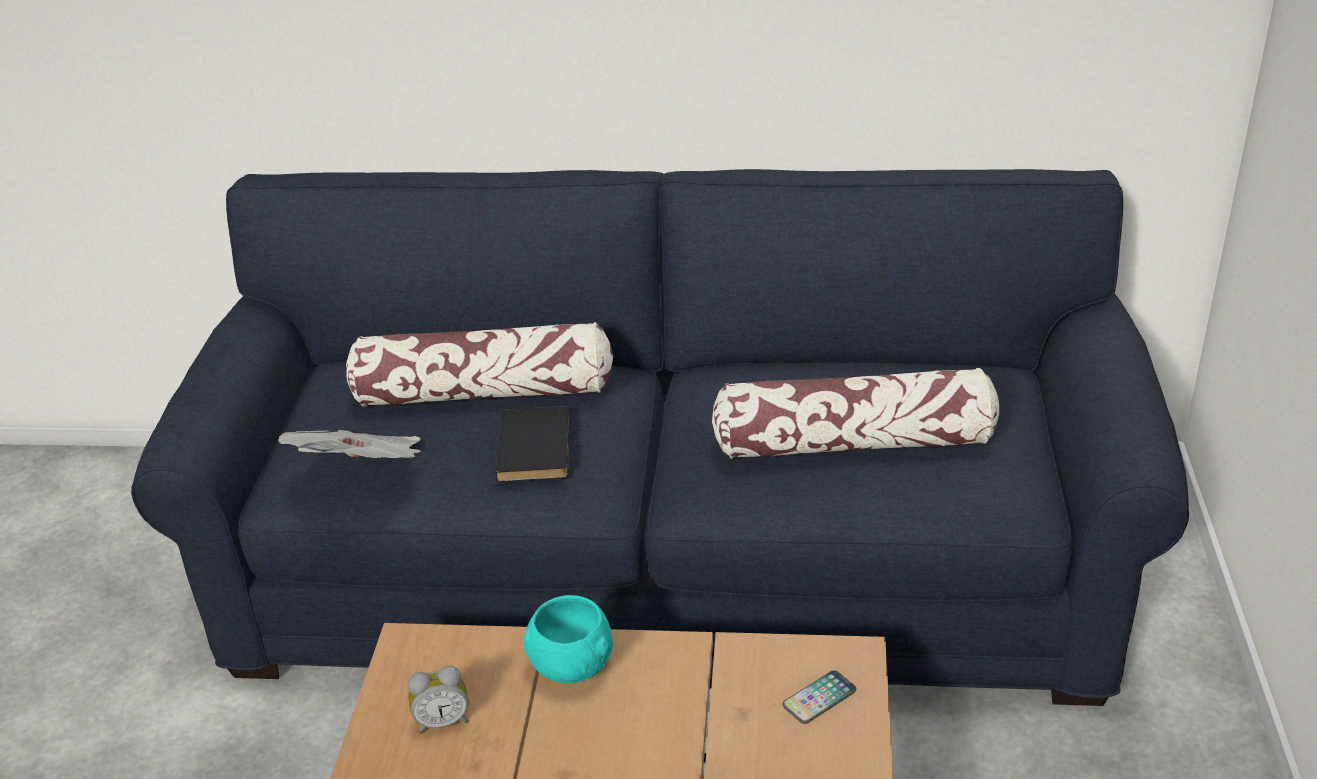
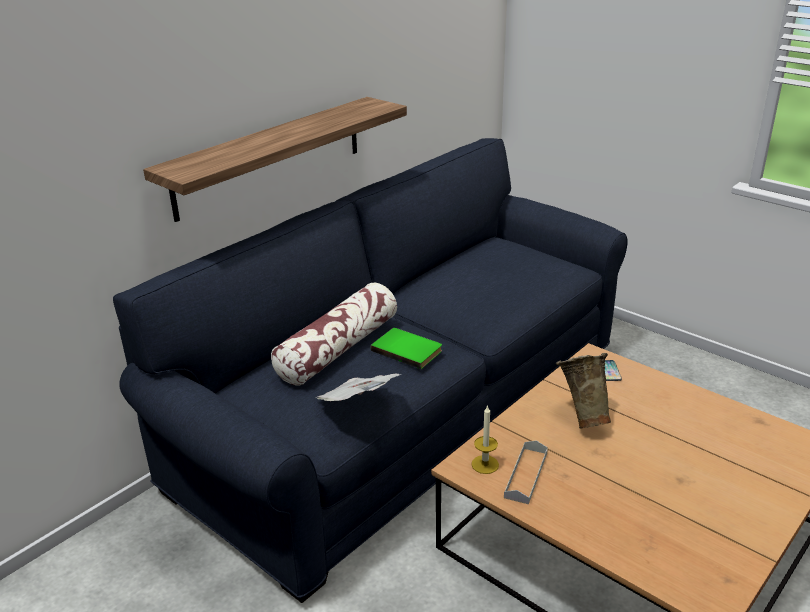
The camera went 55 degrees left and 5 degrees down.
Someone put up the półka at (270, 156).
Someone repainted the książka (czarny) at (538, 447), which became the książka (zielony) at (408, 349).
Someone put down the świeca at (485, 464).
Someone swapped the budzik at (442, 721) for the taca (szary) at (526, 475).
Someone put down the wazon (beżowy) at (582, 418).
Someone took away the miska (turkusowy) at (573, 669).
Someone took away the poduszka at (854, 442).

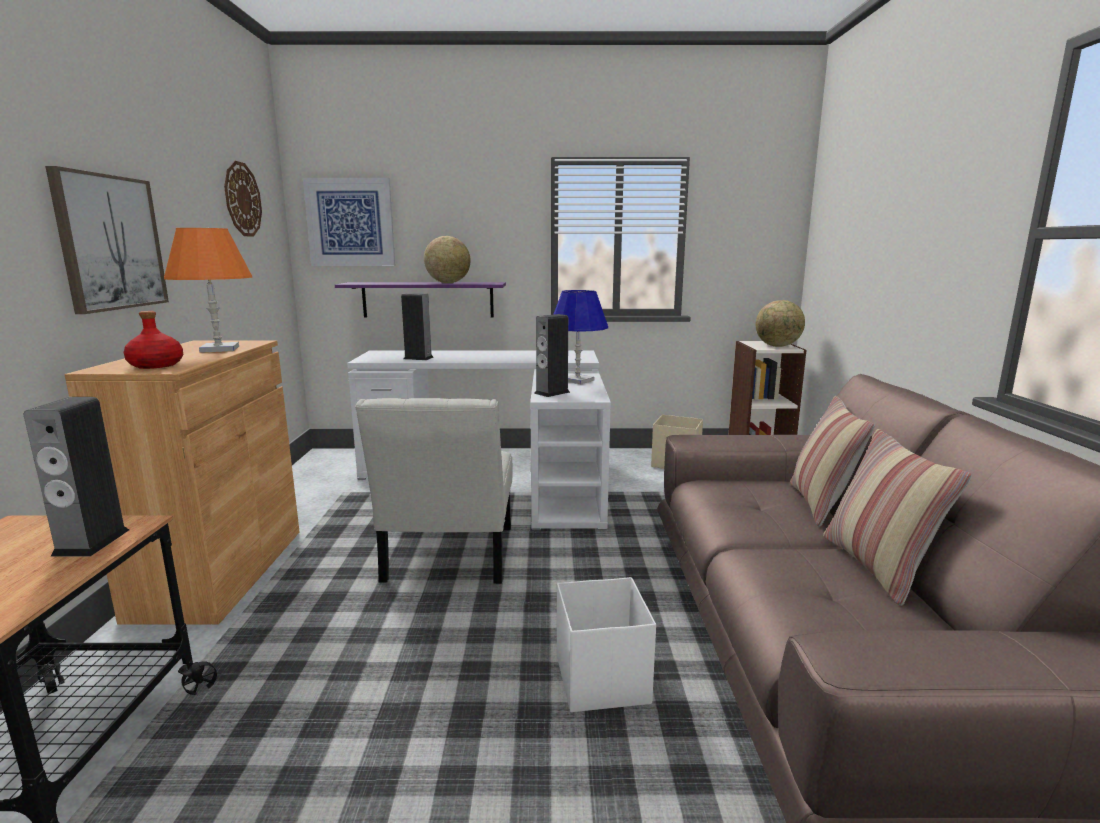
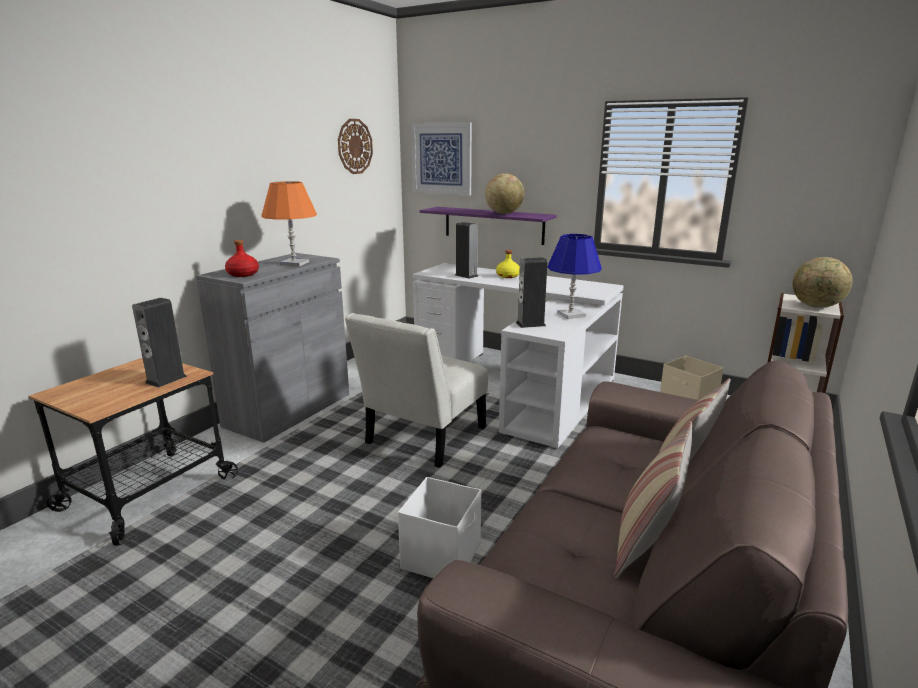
The camera went 30 degrees right and 5 degrees up.
Someone repainted the szafka (brązowy) at (221, 572), which became the szafka (szary) at (288, 410).
Someone put down the butelka (żółty) at (507, 276).
Someone took away the obraz at (110, 242).

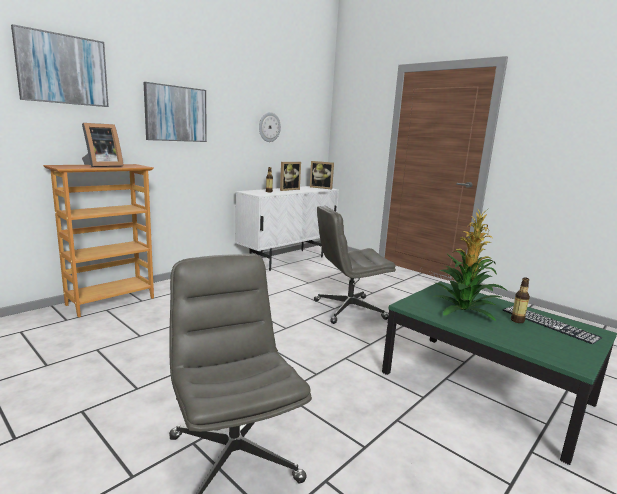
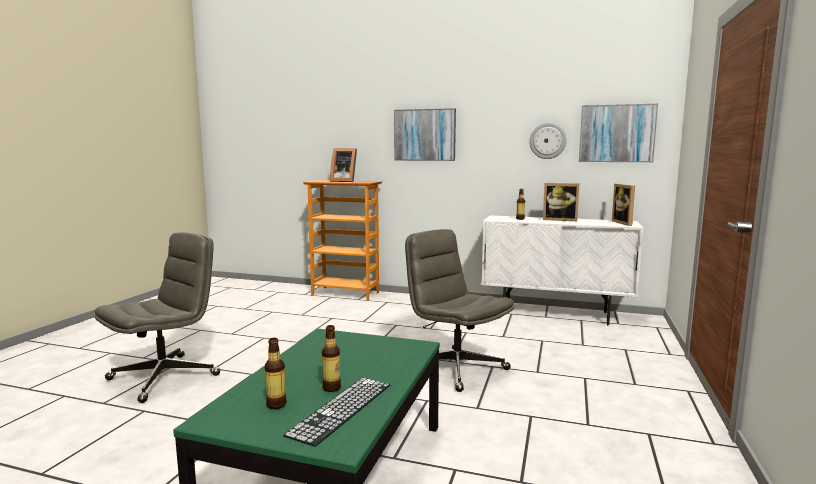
The camera went 65 degrees right and 5 degrees down.
Someone put down the butelka at (276, 404).
Someone carried the obraz from (63, 69) to (616, 133).
Someone took away the roślina doniczkowa at (464, 309).

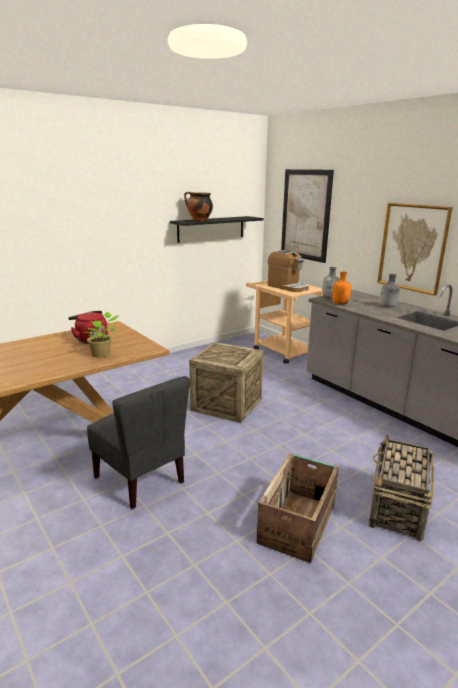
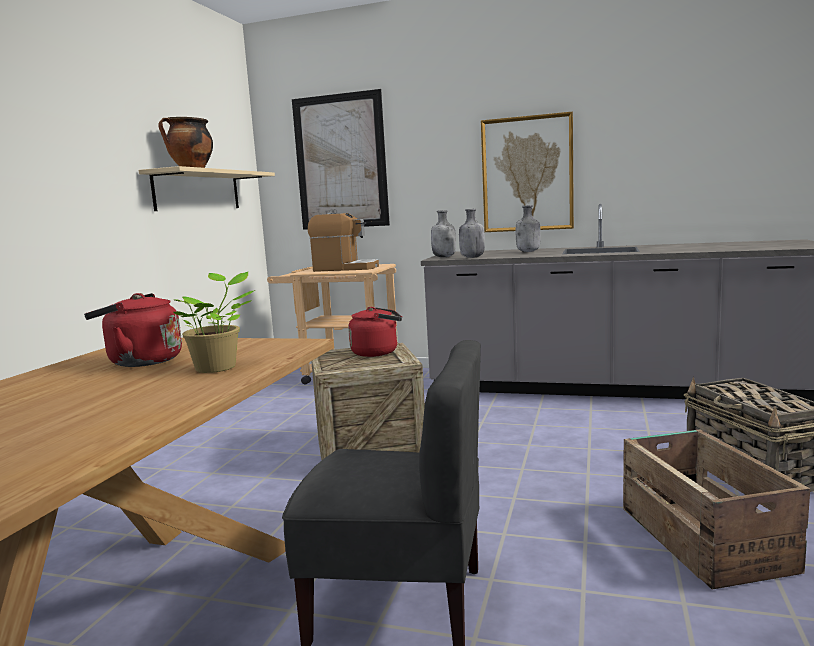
The camera went 35 degrees left and 10 degrees down.
Someone repainted the półka (czarny) at (211, 229), which became the półka (beżowy) at (198, 191).
Someone put down the czajnik (czerwony) at (377, 352).
Someone repainted the butelka (pomarańczowy) at (340, 304), which became the butelka (szary) at (472, 257).

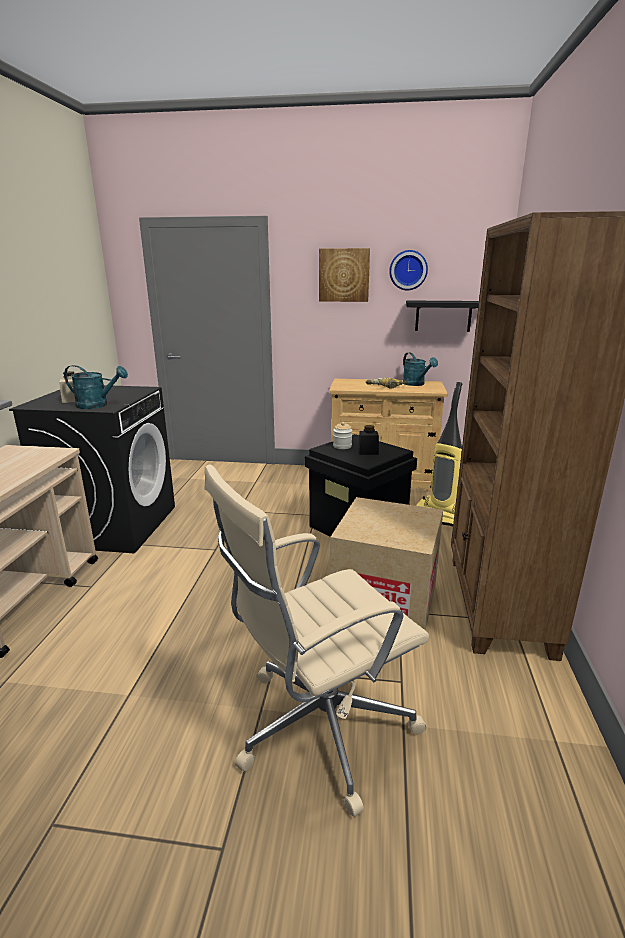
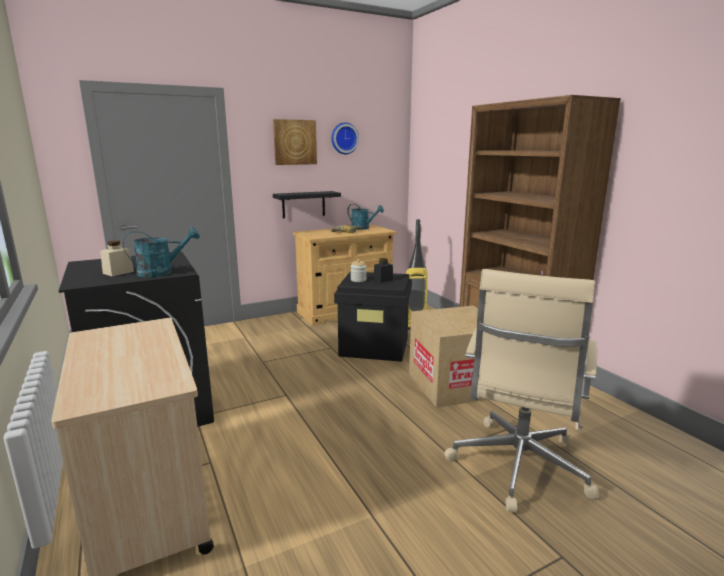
The camera went 35 degrees left and 5 degrees down.
Someone carried the półka (czarny) from (443, 316) to (303, 204).

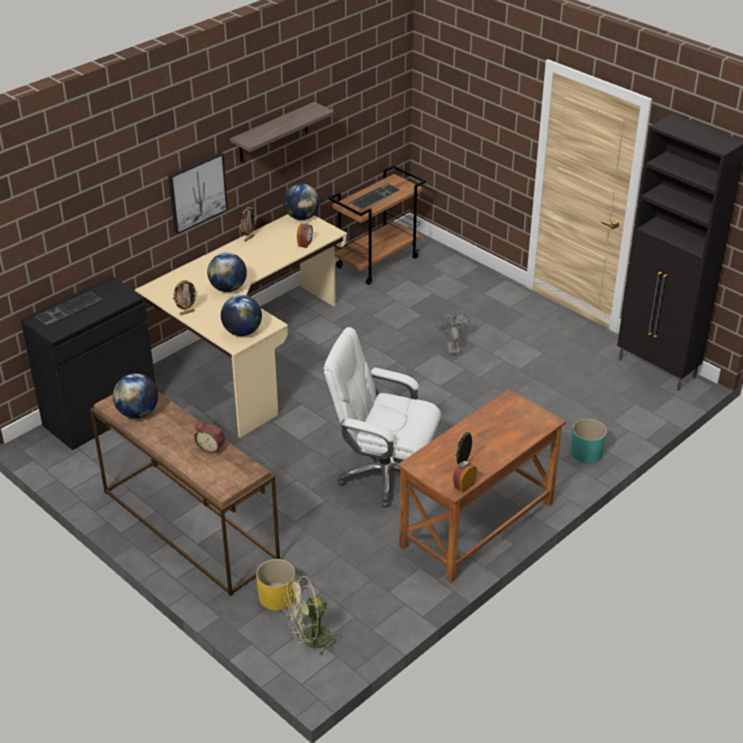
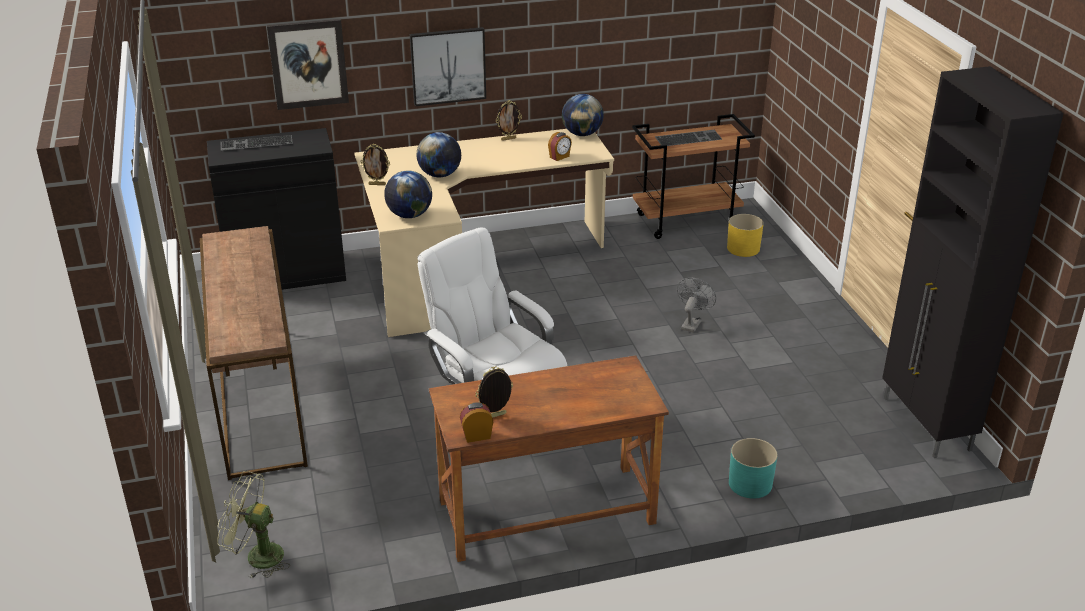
The camera went 30 degrees right and 5 degrees down.
Someone put up the obraz at (308, 64).
Someone carried the donica (żółty) from (276, 597) to (743, 249).
Someone took away the globus at (138, 413).
Someone took away the budzik at (211, 447).
Someone took away the półka at (273, 133).

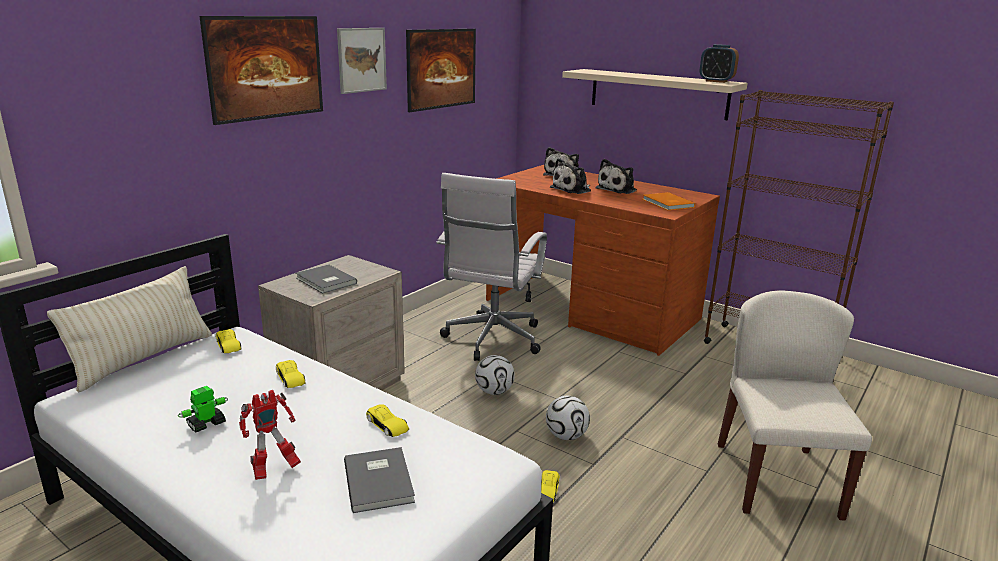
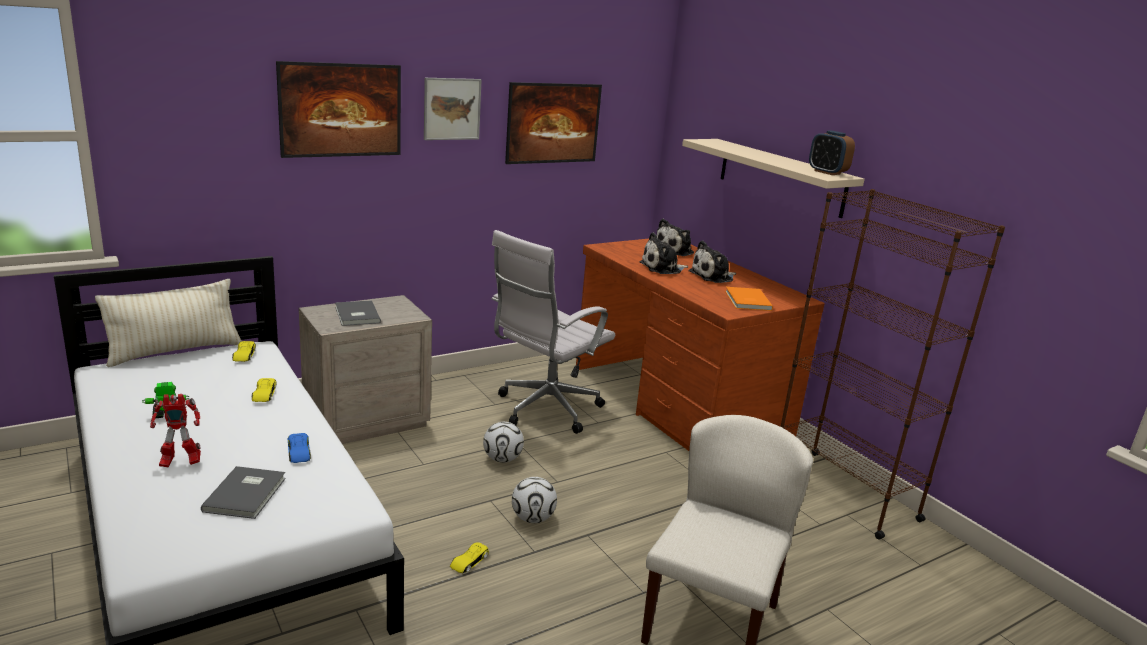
The camera went 20 degrees right and 0 degrees up.
Someone repainted the samochodzik (żółty) at (387, 425), which became the samochodzik (niebieski) at (299, 452).

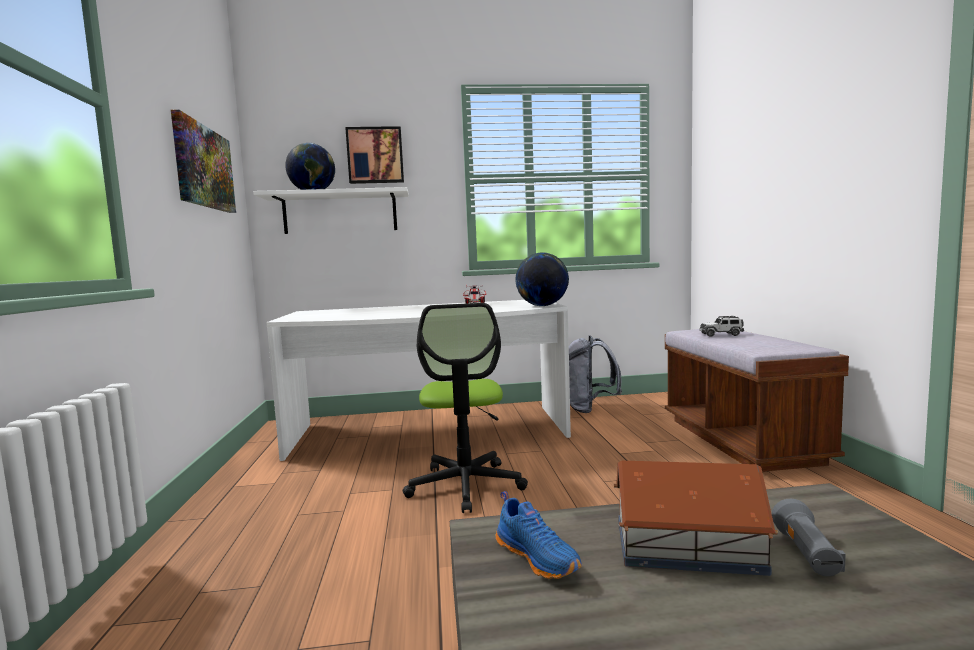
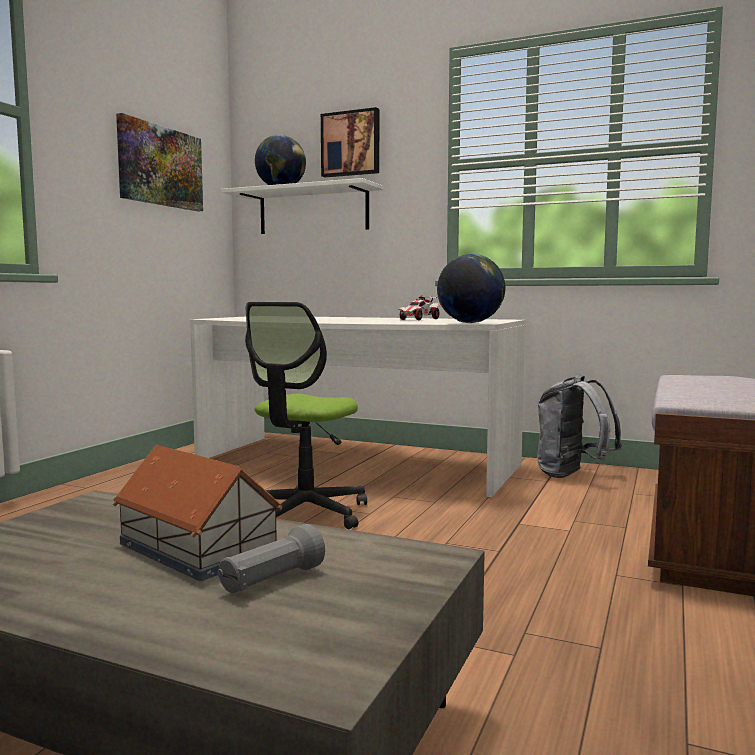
The camera went 30 degrees right and 0 degrees up.
Someone took away the but (niebieski) at (538, 557).
Someone took away the samochodzik at (721, 334).

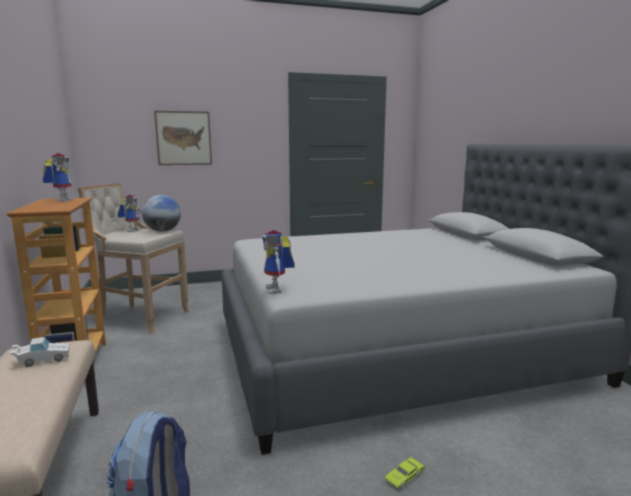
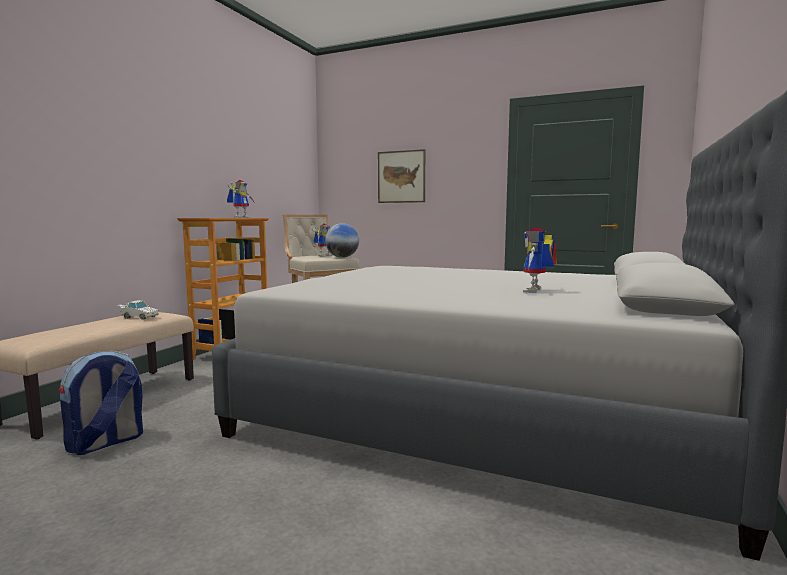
The camera went 40 degrees right and 5 degrees down.
Someone carried the robot zabawkowy from (278, 290) to (536, 291).
Someone took away the samochodzik (zielony) at (404, 477).

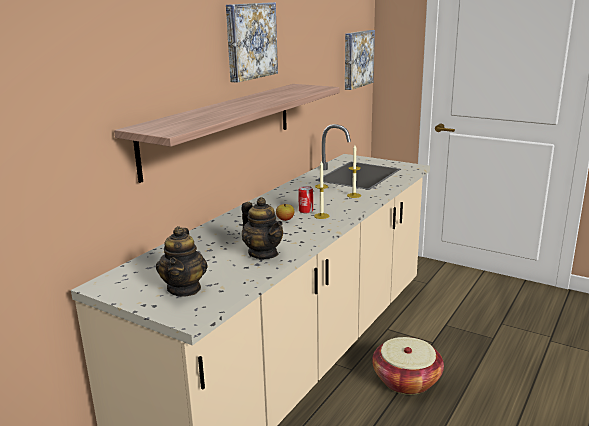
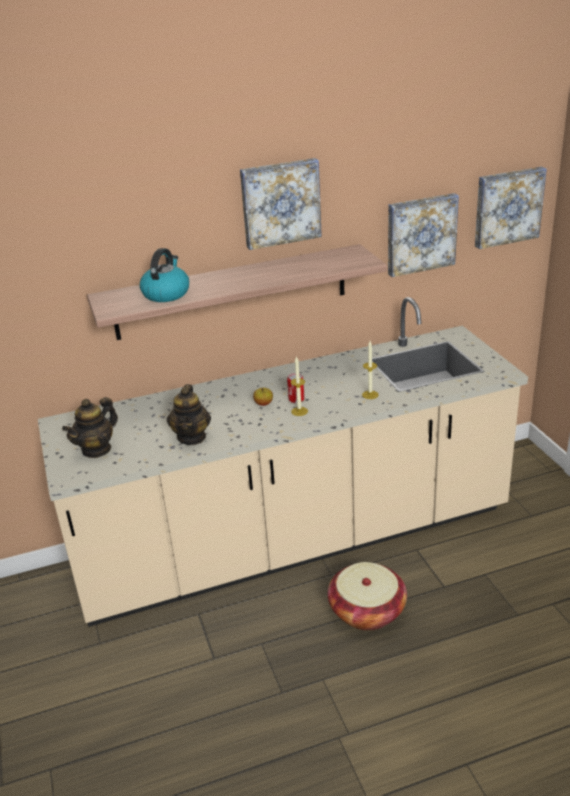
The camera went 40 degrees right and 10 degrees up.
Someone put down the czajnik at (166, 293).
Someone put up the obraz at (420, 234).

